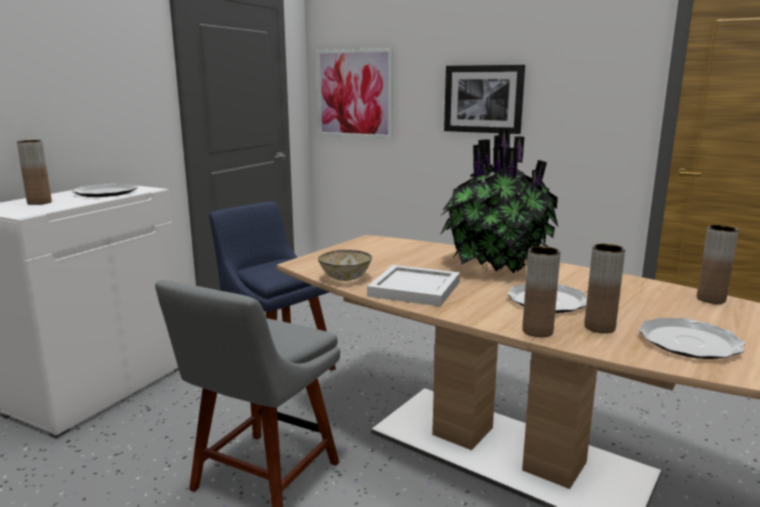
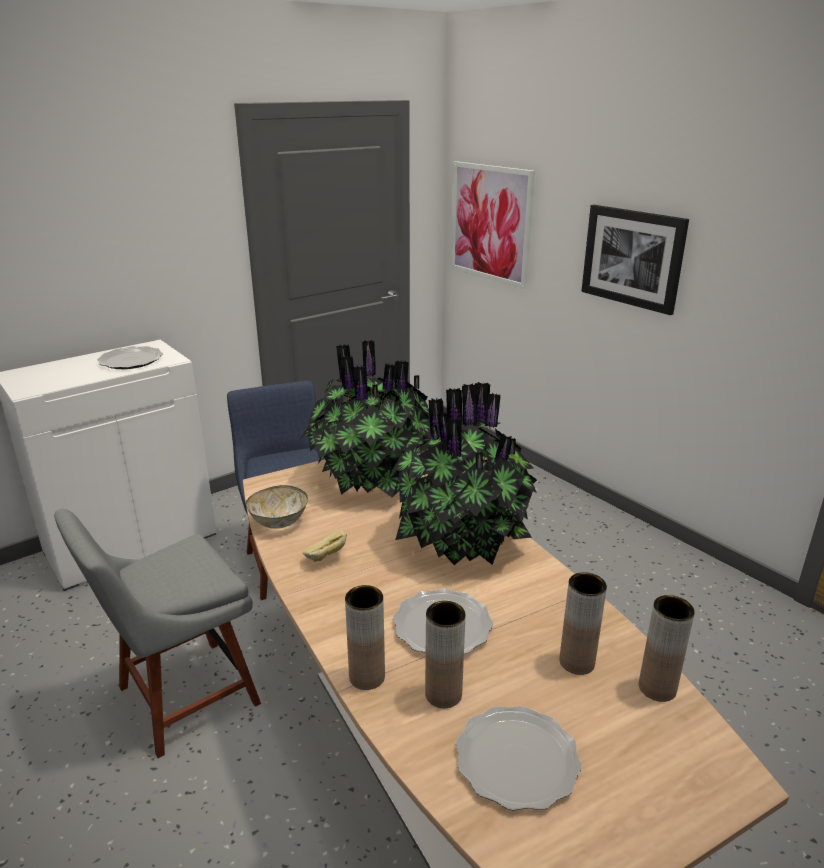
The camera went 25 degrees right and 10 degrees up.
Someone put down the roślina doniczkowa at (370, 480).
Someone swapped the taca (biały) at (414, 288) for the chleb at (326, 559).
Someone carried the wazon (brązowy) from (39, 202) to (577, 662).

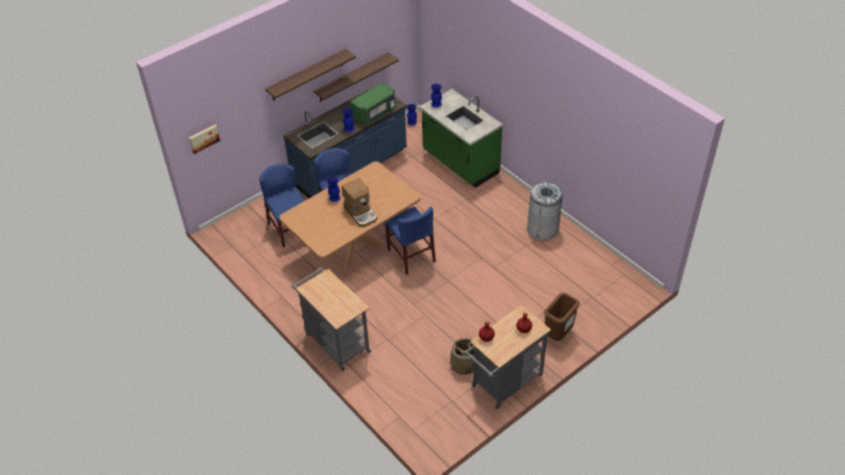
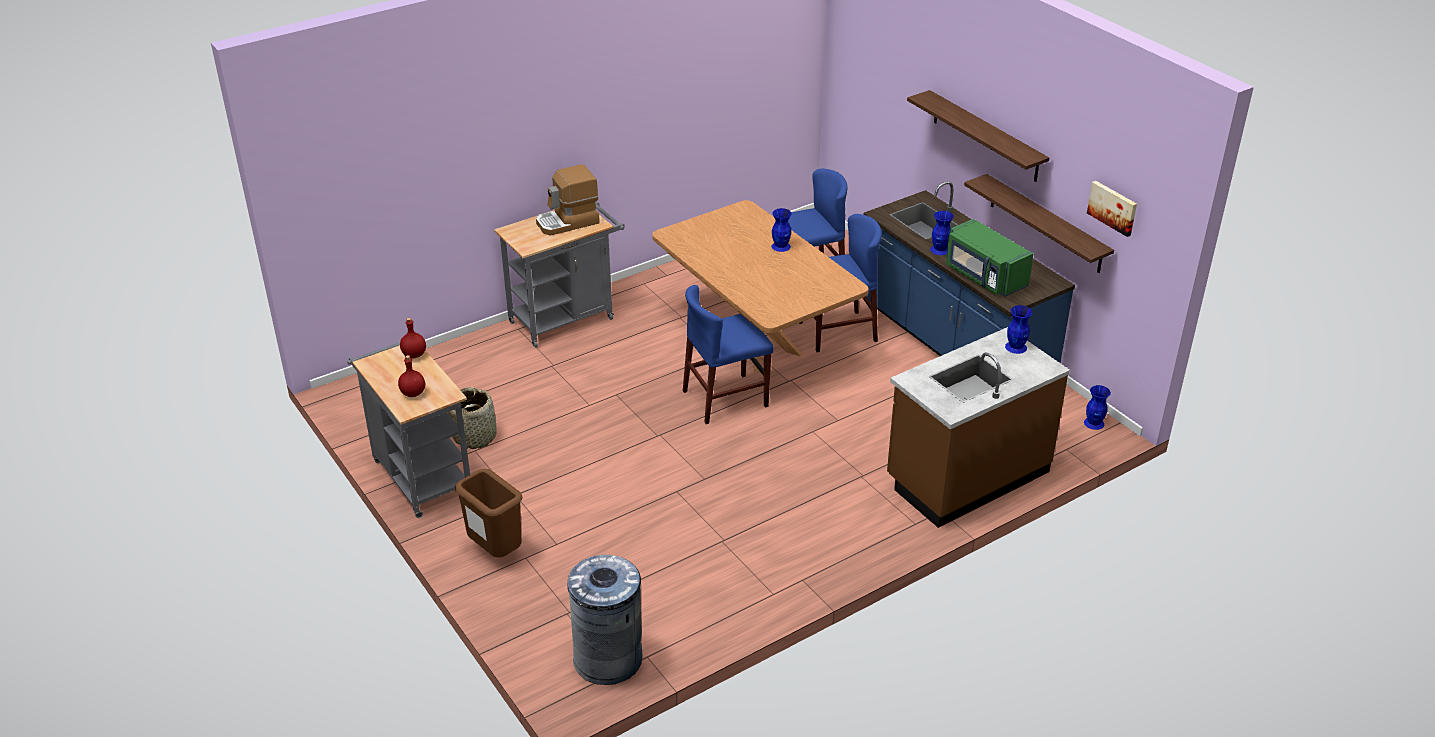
The camera went 95 degrees right and 10 degrees down.
Someone carried the ekspres do kawy from (361, 213) to (568, 222).
Someone carried the kosz na śmieci (szary) from (543, 229) to (608, 659).
Someone repainted the zabudowa kuchenna (zielony) at (460, 163), which became the zabudowa kuchenna (brązowy) at (966, 476).
Someone carried the obraz from (204, 138) to (1113, 207).

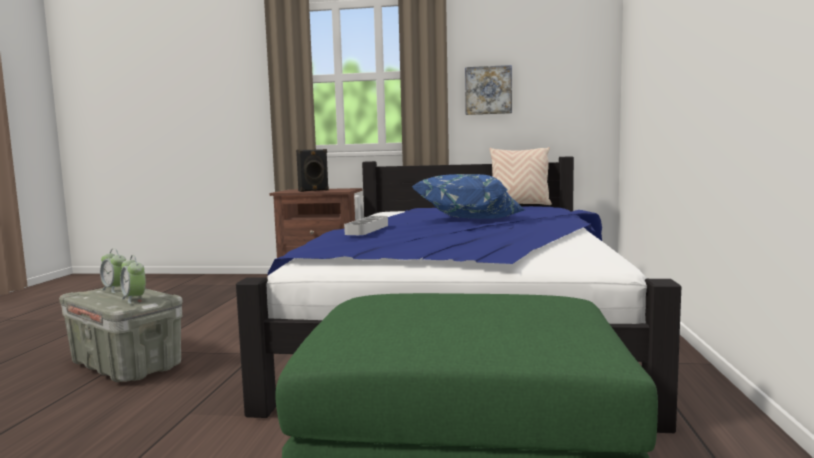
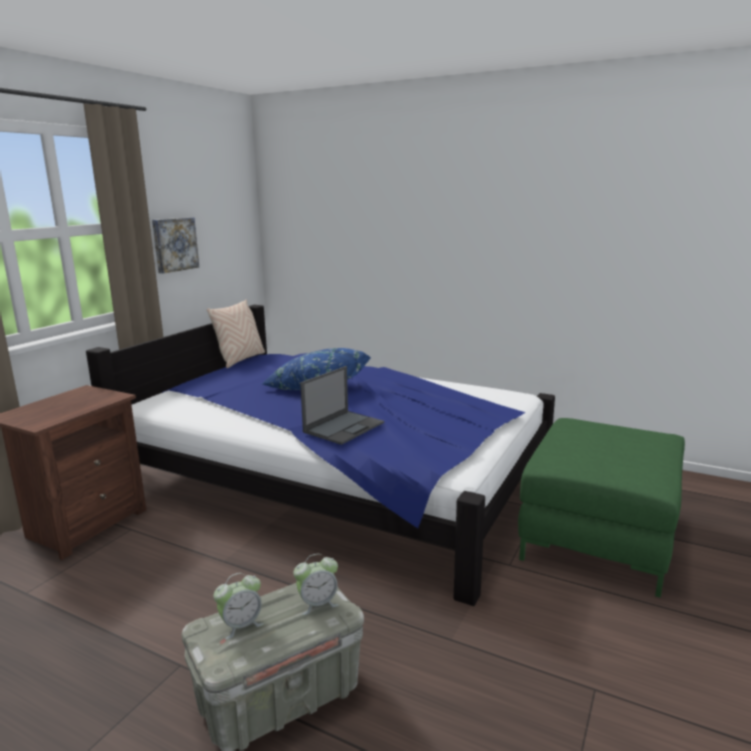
The camera went 70 degrees left and 10 degrees up.
Someone swapped the taca (szary) at (367, 229) for the laptop at (344, 427).
Someone took away the głośnik (czarny) at (313, 190).

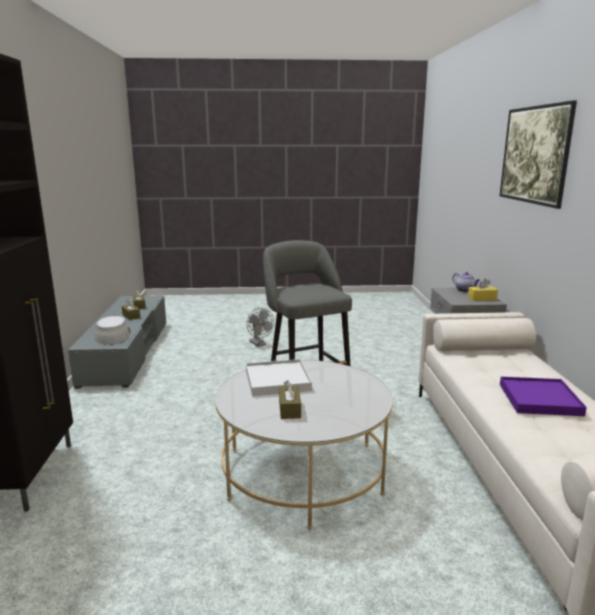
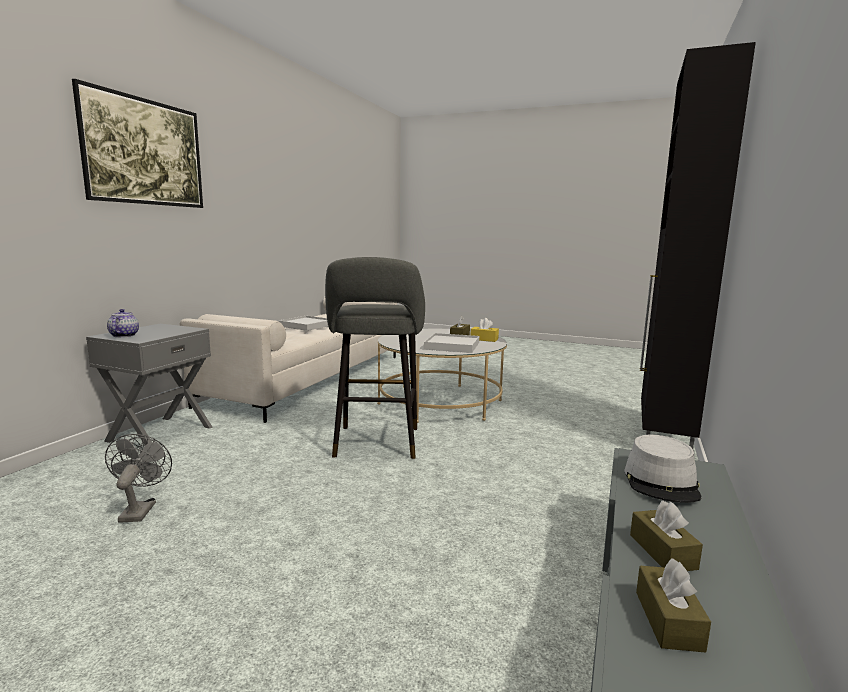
The camera went 155 degrees left and 5 degrees down.
Someone carried the wentylator (szary) from (259, 344) to (140, 509).
Someone repainted the taca (fioletowy) at (539, 399), which became the taca (biały) at (306, 325).
Someone carried the pudełko chusteczek (żółty) from (482, 298) to (484, 339).

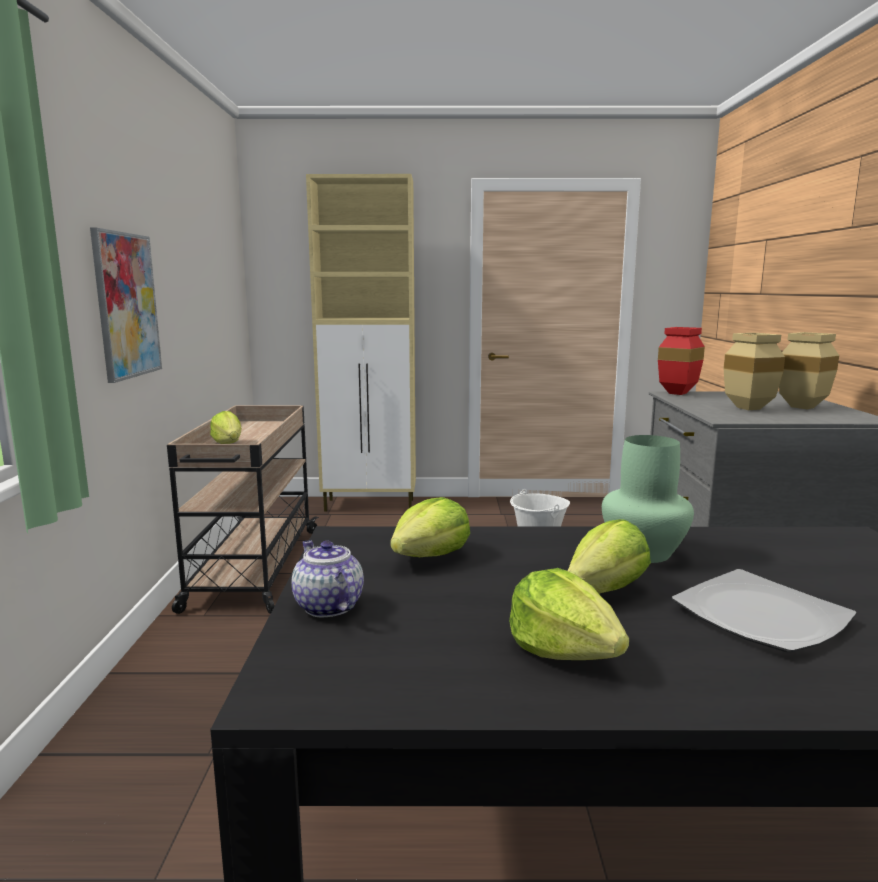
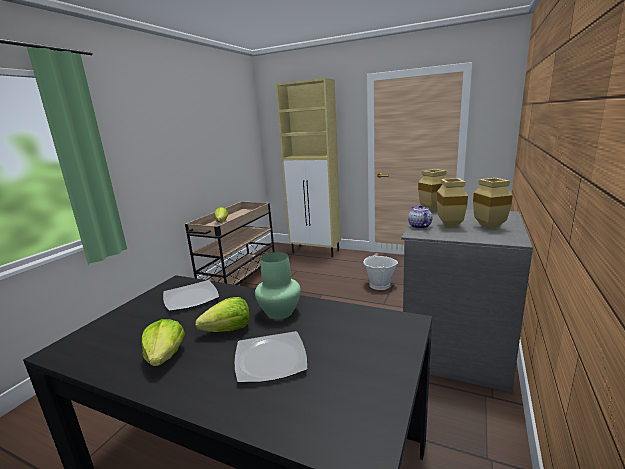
The camera went 25 degrees right and 5 degrees up.
Someone swapped the sałata at (431, 556) for the talerz at (191, 298).
Someone carried the imbryk from (327, 606) to (419, 226).
Someone repainted the wazon (czerwony) at (677, 393), which became the wazon (beżowy) at (432, 209).
Someone took away the obraz at (126, 305).

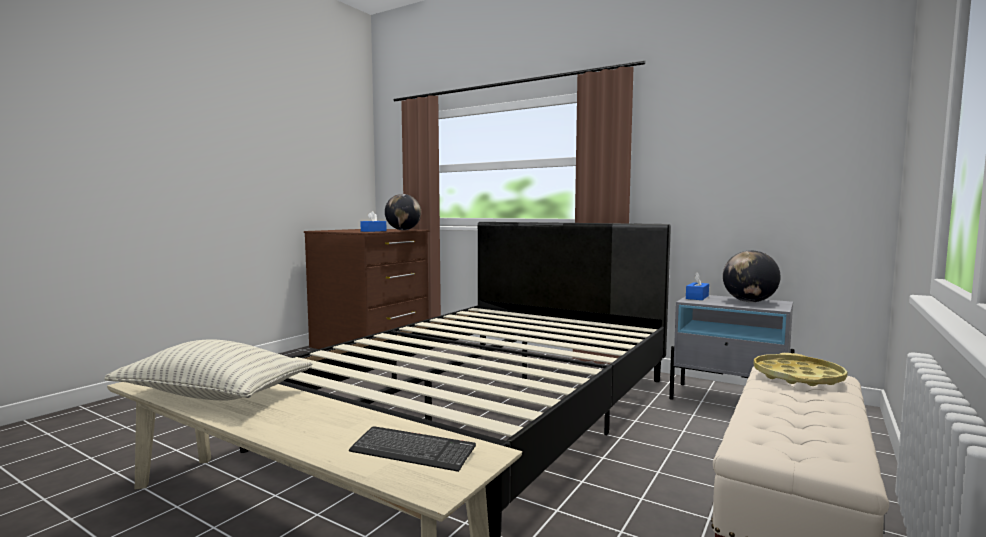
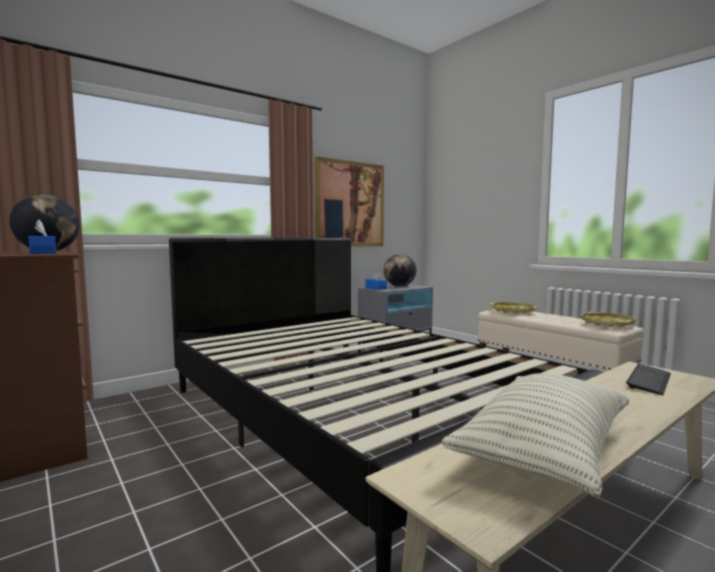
The camera went 70 degrees left and 0 degrees up.
Someone put up the obraz at (349, 204).
Someone put down the taca (żółty) at (607, 324).

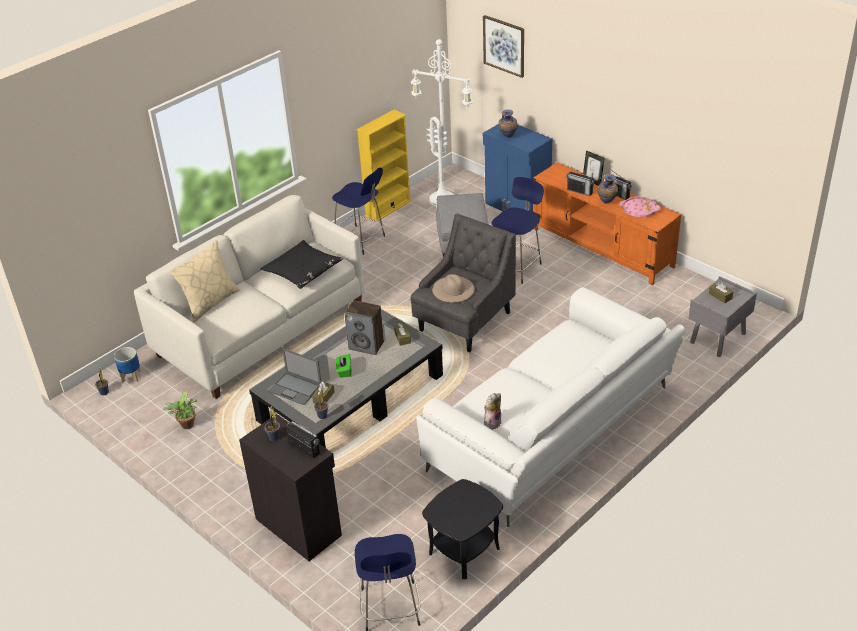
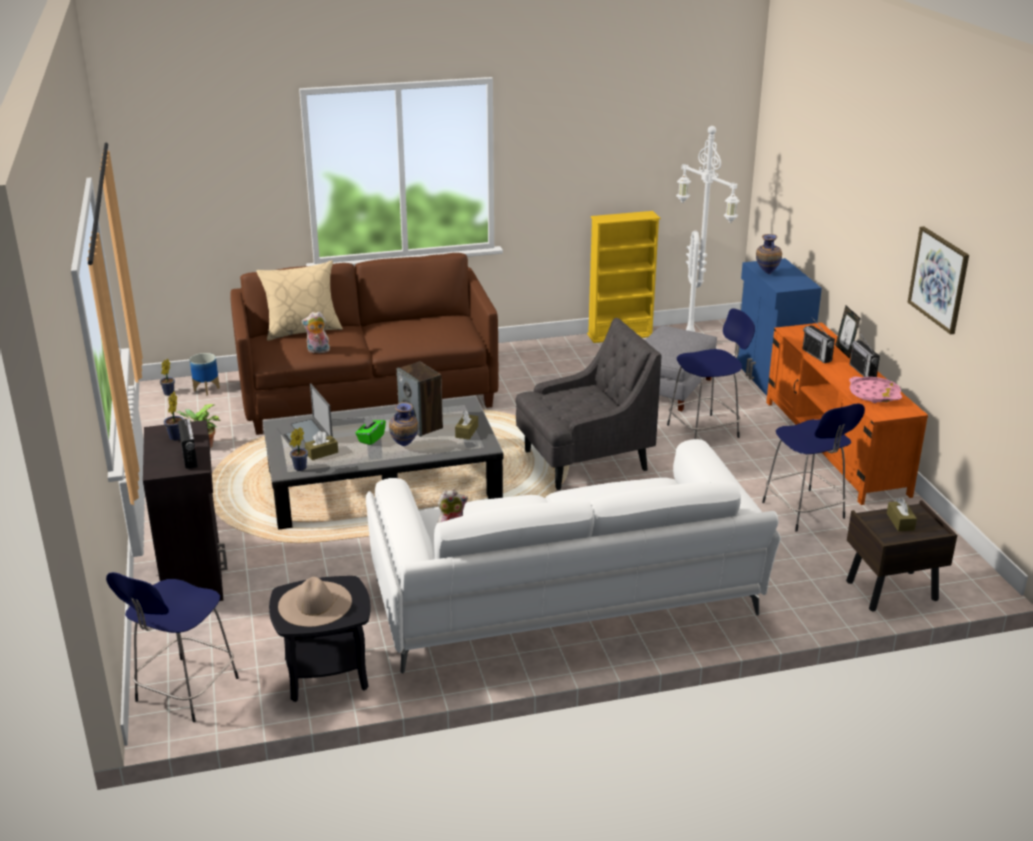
The camera went 30 degrees right and 10 degrees down.
Someone repainted the kanapa (biały) at (261, 330), which became the kanapa (brązowy) at (367, 394).
Someone carried the kapelusz (beżowy) from (453, 289) to (315, 603).
Someone put down the pluszak at (317, 351).
Someone carried the wazon from (607, 203) to (404, 447).
Someone carried the stołek (niebieski) from (361, 240) to (804, 512).
Someone repainted the szafka nocna (szary) at (717, 338), which became the szafka nocna (brązowy) at (890, 591).
Someone carried the obraz from (504, 45) to (939, 279).
Someone took away the poduszka (czarny) at (302, 271).

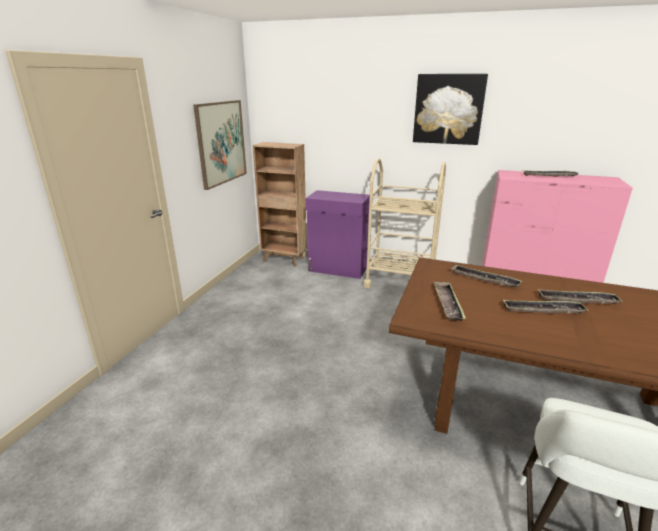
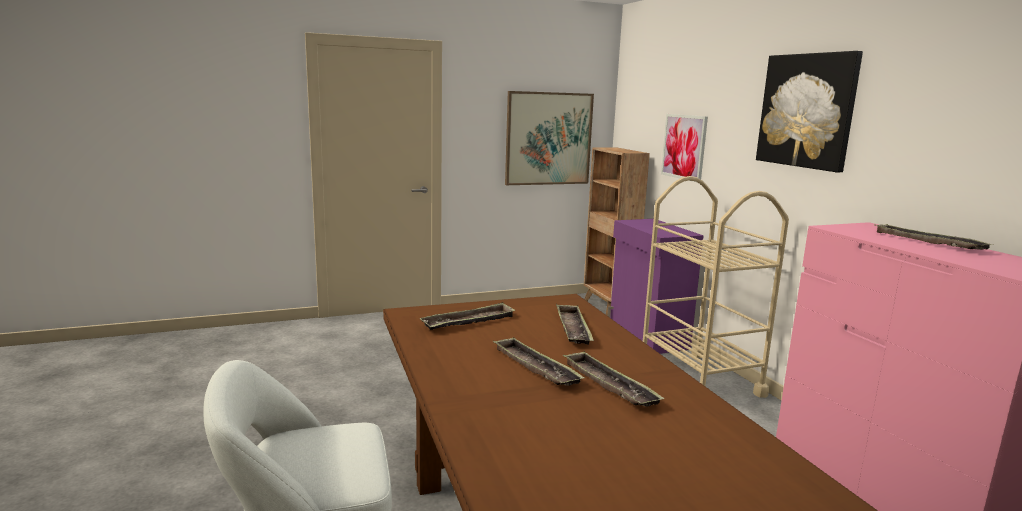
The camera went 50 degrees right and 10 degrees down.
Someone put up the obraz at (684, 147).

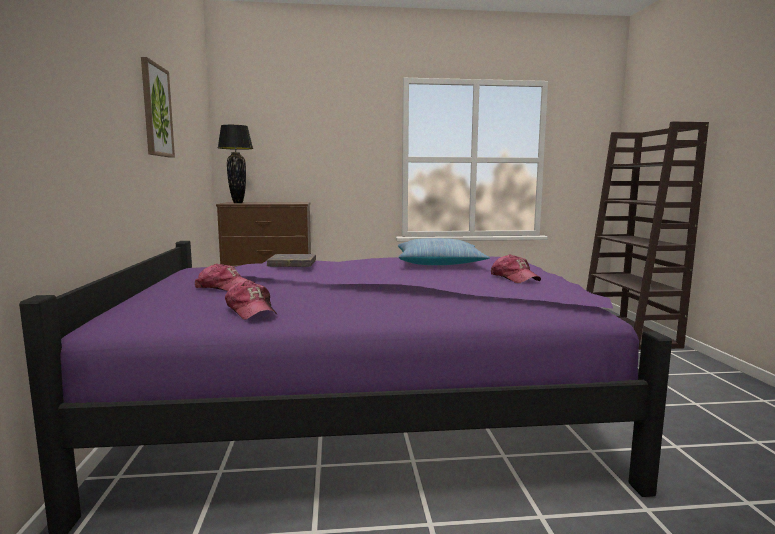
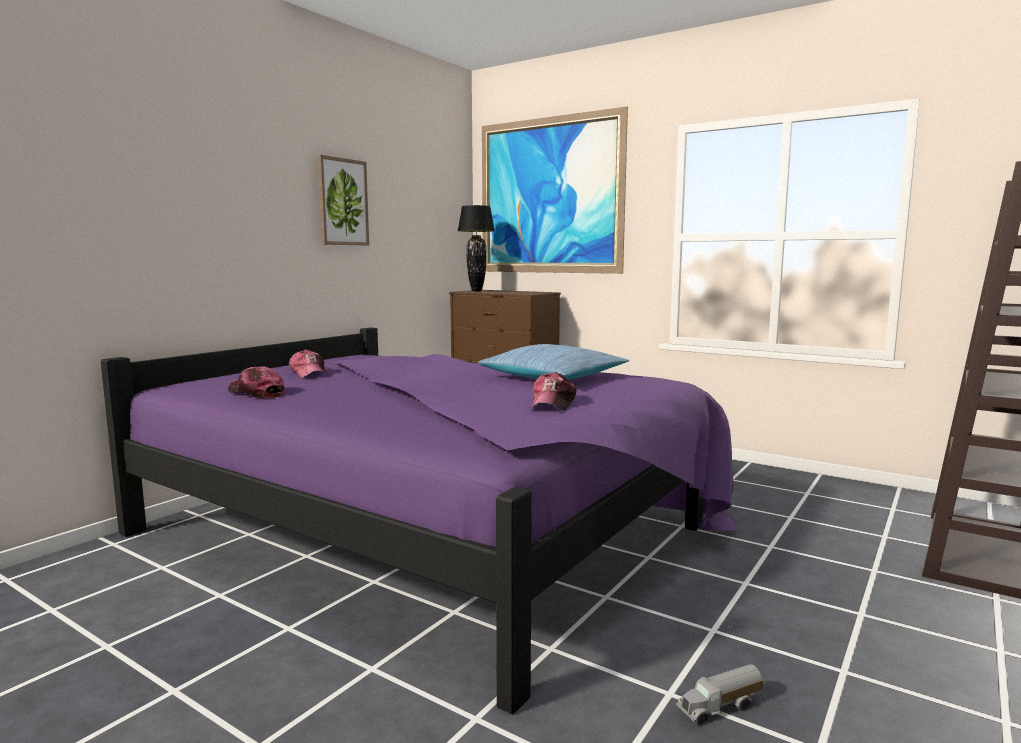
The camera went 40 degrees right and 0 degrees up.
Someone rotated the czapka z daszkiem at (251, 311) by 120 degrees clockwise.
Someone put up the obraz at (549, 196).
Someone put down the ciężarówka zabawkowa at (720, 709).
Someone took away the książka (szary) at (292, 264).

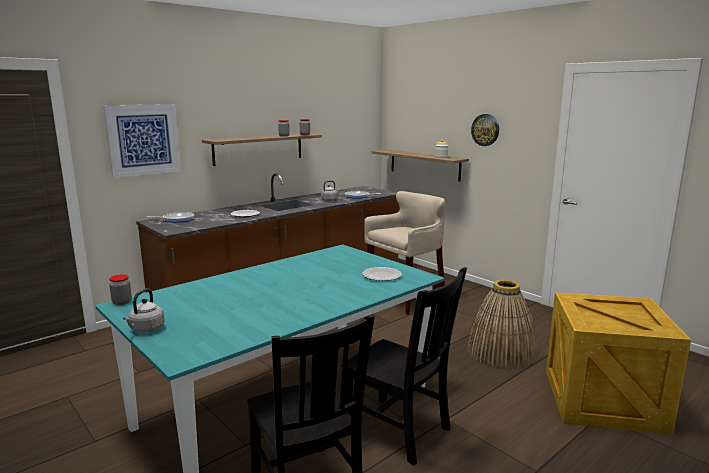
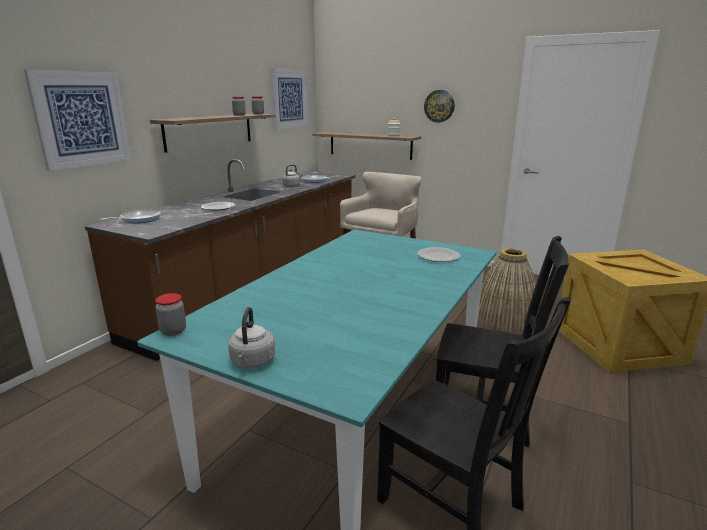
The camera went 20 degrees left and 5 degrees up.
Someone put up the obraz at (289, 99).

